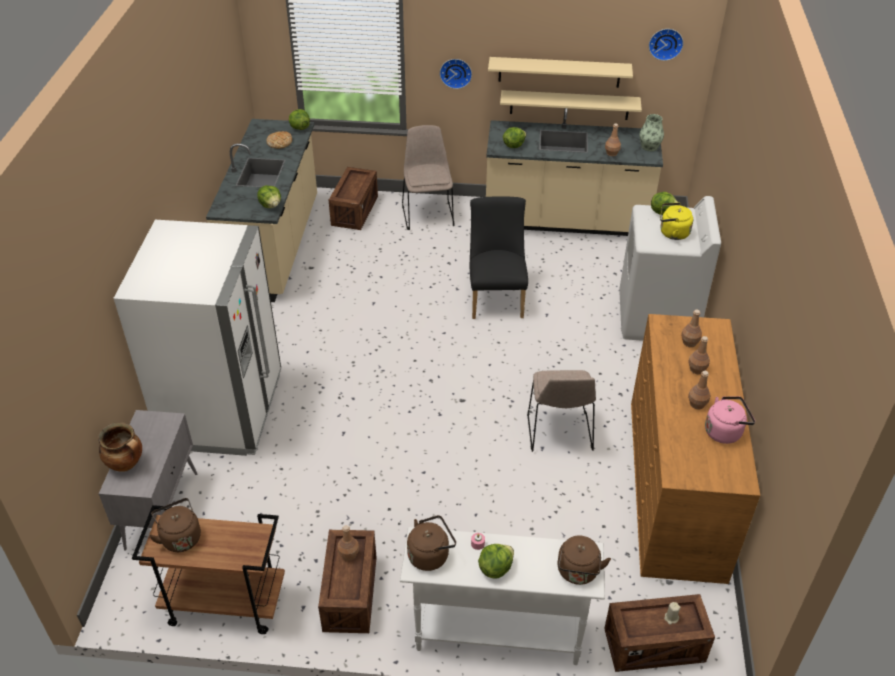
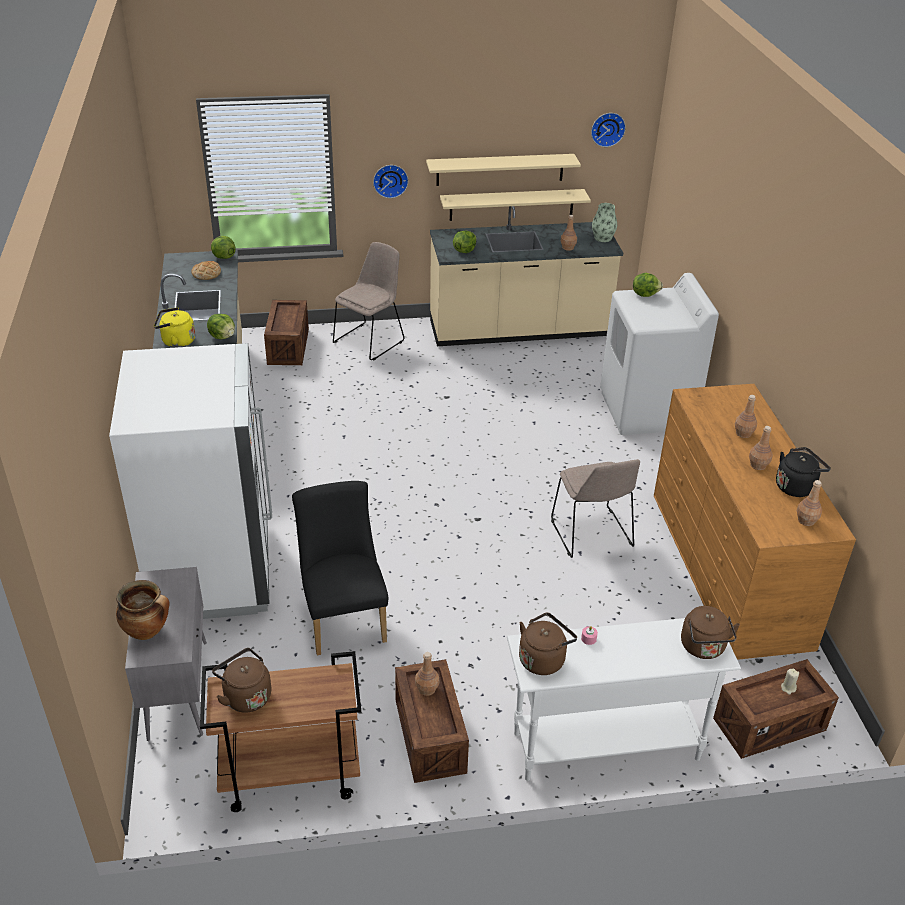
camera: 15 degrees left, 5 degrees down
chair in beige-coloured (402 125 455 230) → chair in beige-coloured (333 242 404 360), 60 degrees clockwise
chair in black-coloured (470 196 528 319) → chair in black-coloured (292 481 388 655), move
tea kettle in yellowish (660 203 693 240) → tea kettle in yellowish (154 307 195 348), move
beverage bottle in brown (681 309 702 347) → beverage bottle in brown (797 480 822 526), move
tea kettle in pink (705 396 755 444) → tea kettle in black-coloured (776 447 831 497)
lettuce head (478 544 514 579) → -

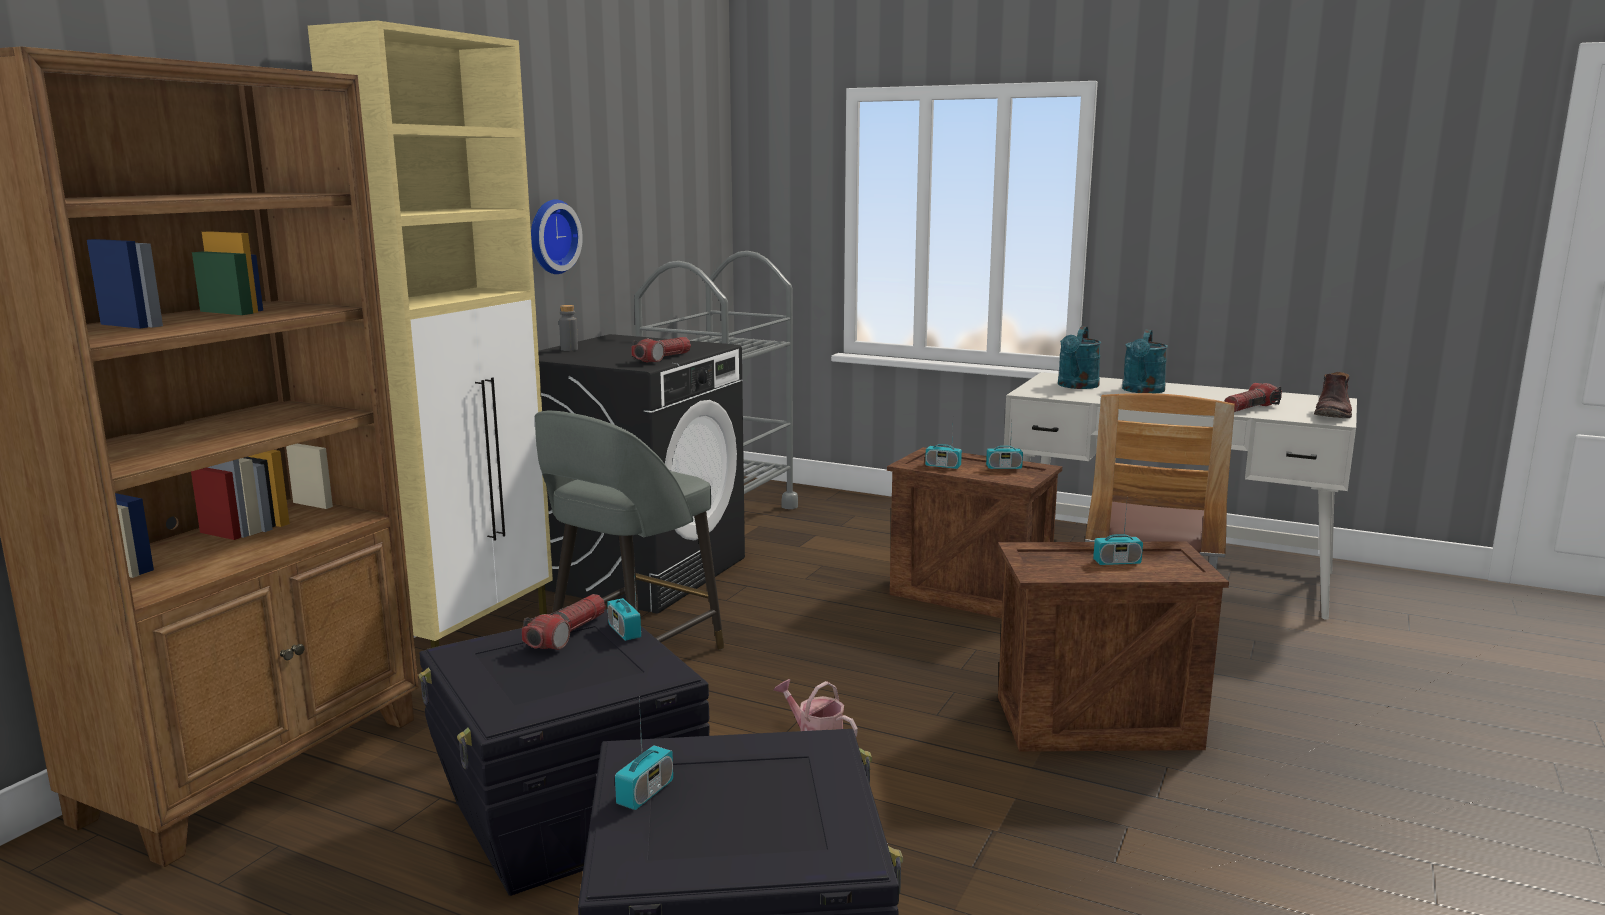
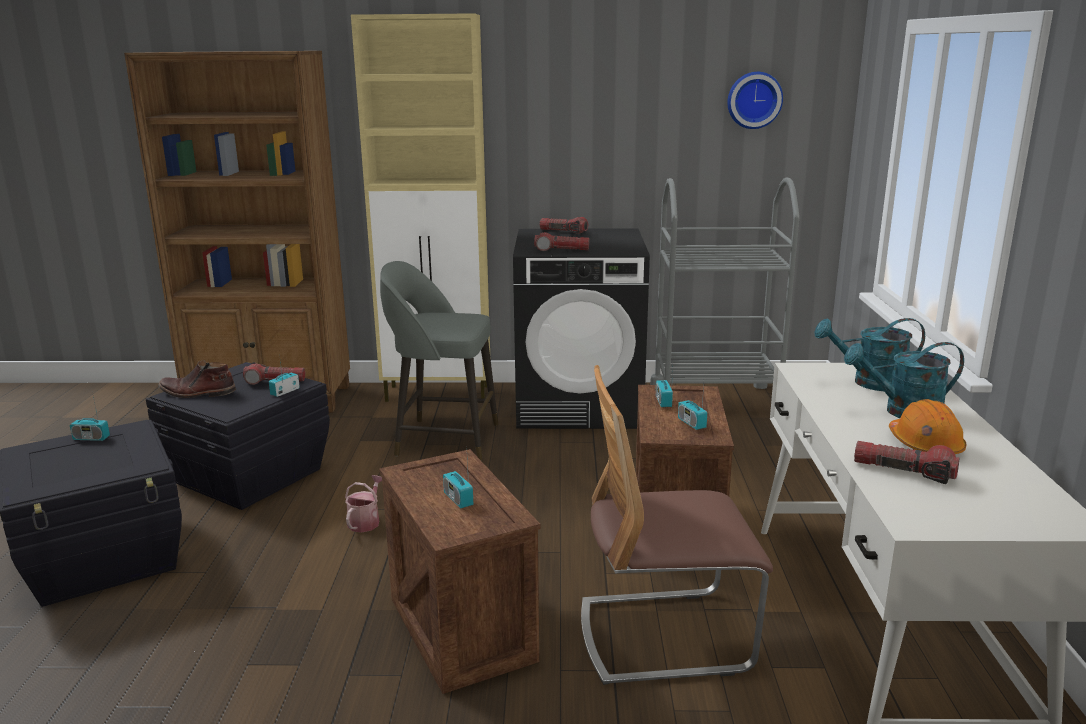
camera: 65 degrees right, 5 degrees up
clock on the wall (531 199 583 274) → clock on the wall (727 72 783 129), move
beverage bottle in grey (559 305 578 351) → torch (539 217 588 234)
boot in brown (1314 372 1352 418) → boot in brown (158 360 236 398), move
- → safety helmet in orange (889 399 966 454)

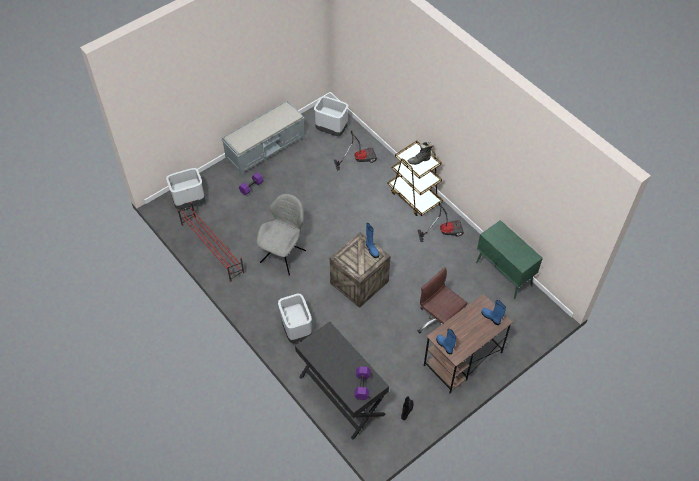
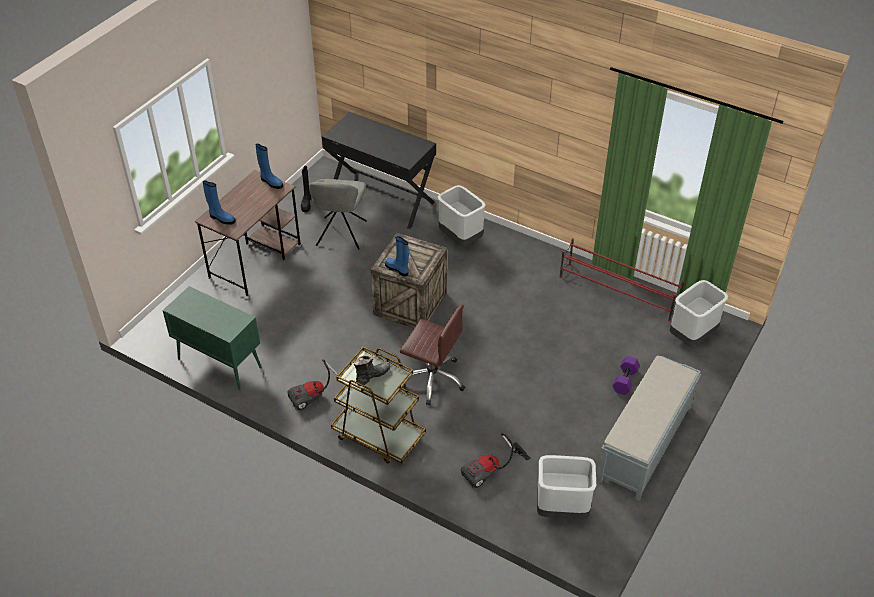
camera: 160 degrees right, 10 degrees down
chair in grey (256 194 306 276) → chair in grey (309 179 367 250), move
office chair in brown (418 267 467 334) → office chair in brown (400 304 465 405), move
hand weight in purple (354 366 371 400) → -

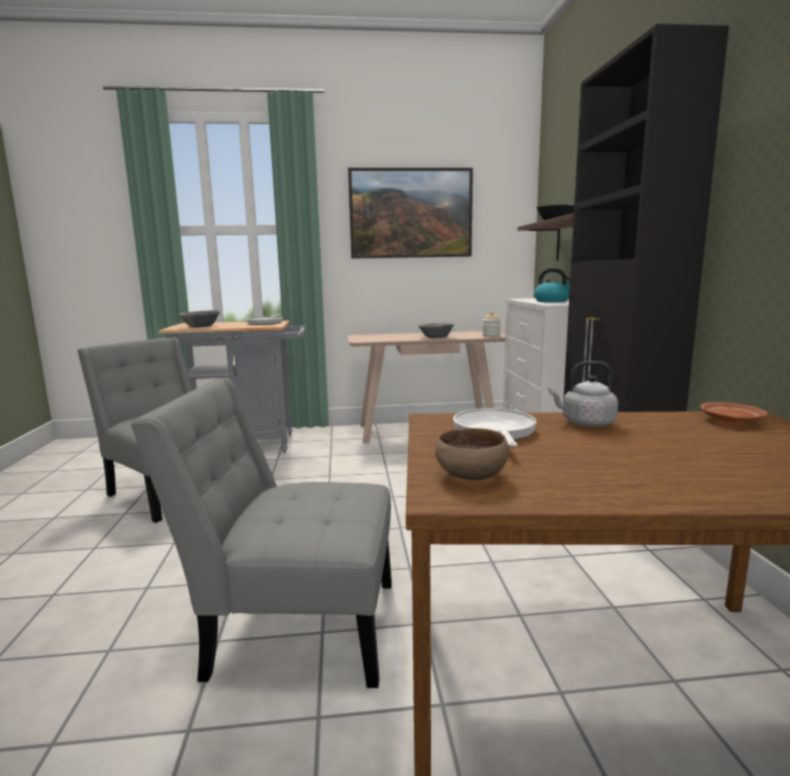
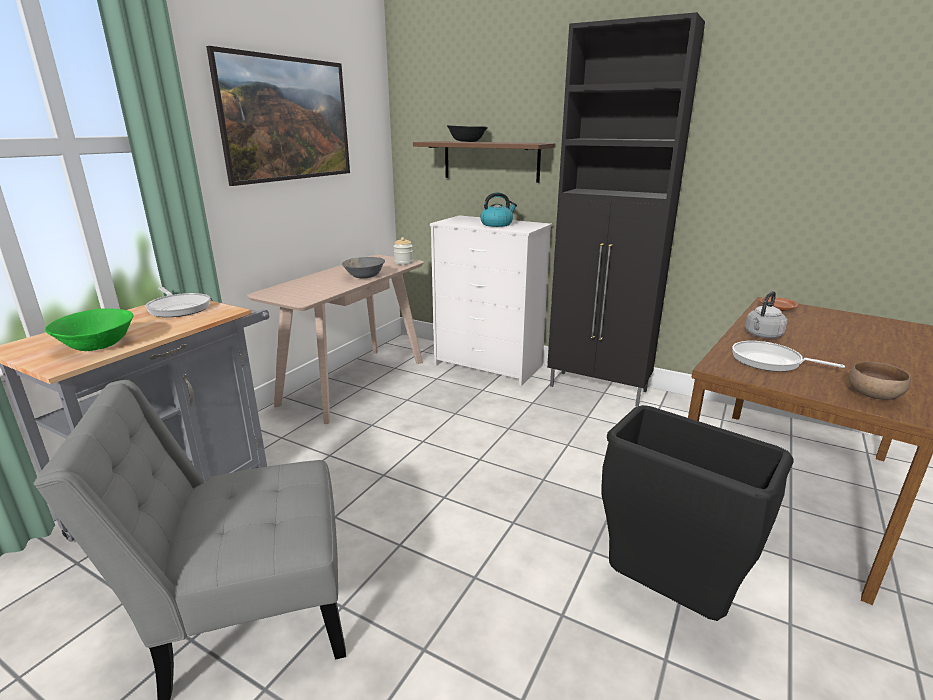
camera: 55 degrees left, 10 degrees up
deep dish in grey (178 310 220 327) → deep dish in greenish (44 308 134 351)
chair in grey (130 378 392 688) → rubbish bin in black-coloured (601 405 793 621)

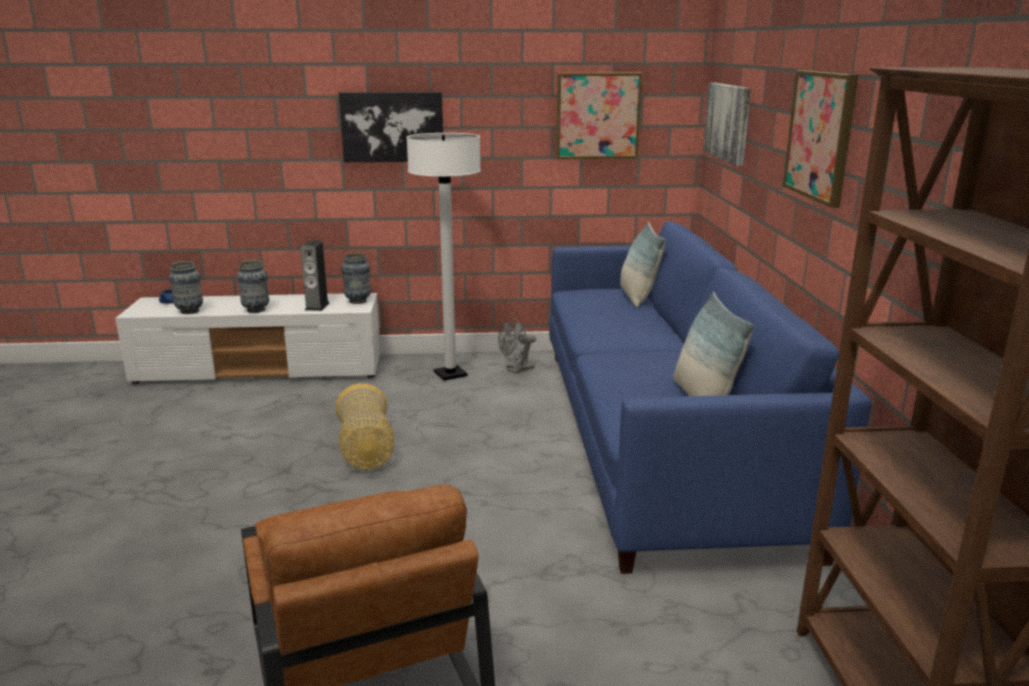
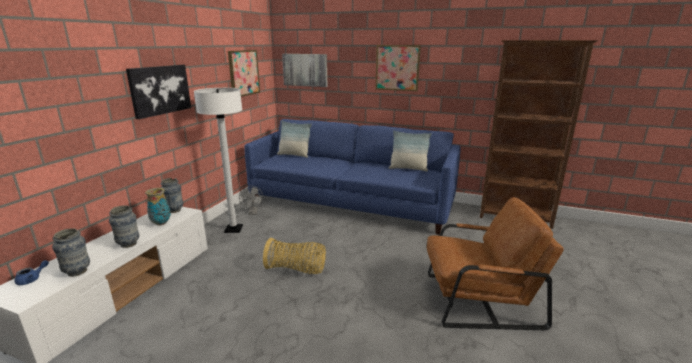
camera: 65 degrees left, 0 degrees up
speaker (300 240 329 311) → flower vase (145 188 171 225)

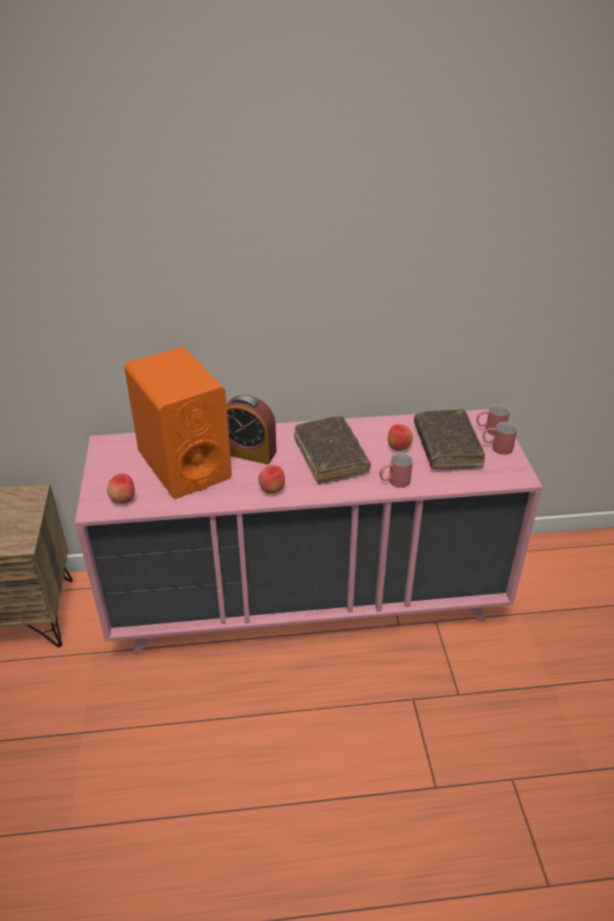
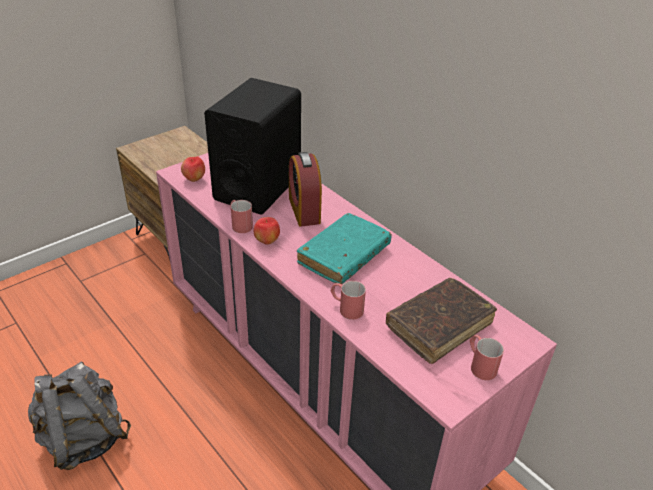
camera: 55 degrees right, 0 degrees up
speaker in orange (124 347 232 499) → speaker in black-coloured (204 78 301 215)
coffee mug in red-coloured (477 404 510 436) → coffee mug in red-coloured (230 200 253 233), move
book in brown (294 416 371 484) → book in turquoise-coloured (297 213 392 284)
whole apple (388 424 413 451) → -
- → rucksack in grey (28 361 131 470)

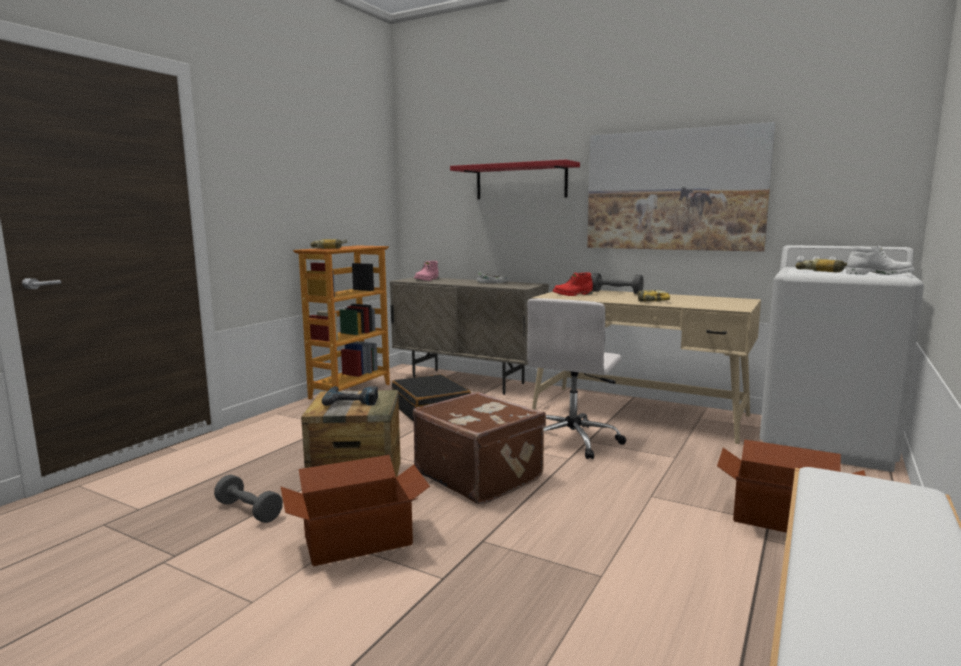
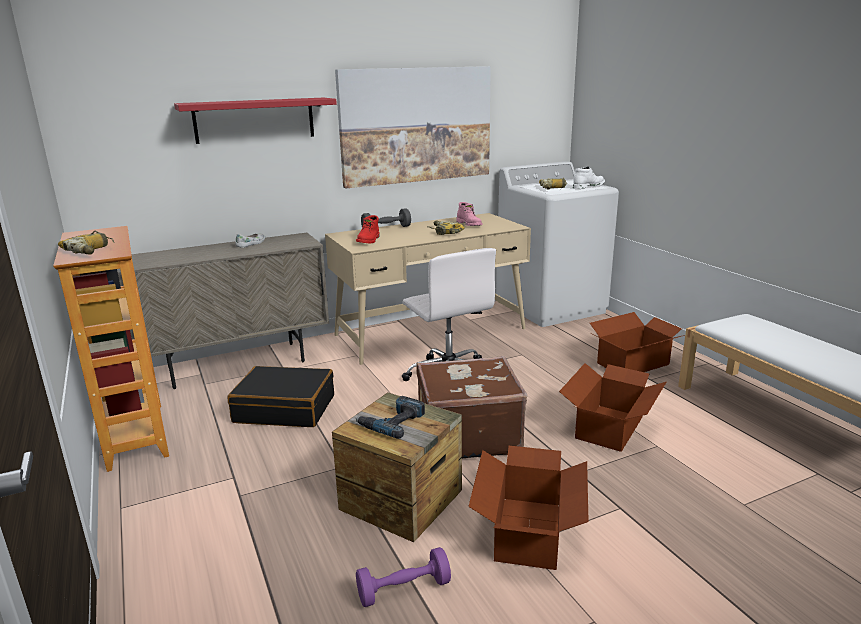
camera: 55 degrees left, 10 degrees up
boot in pink (414 261 439 281) → boot in pink (456 202 482 226), move
hand weight in grey (214 475 283 523) → hand weight in purple (356 547 451 607)
- → carton (559 363 666 452)

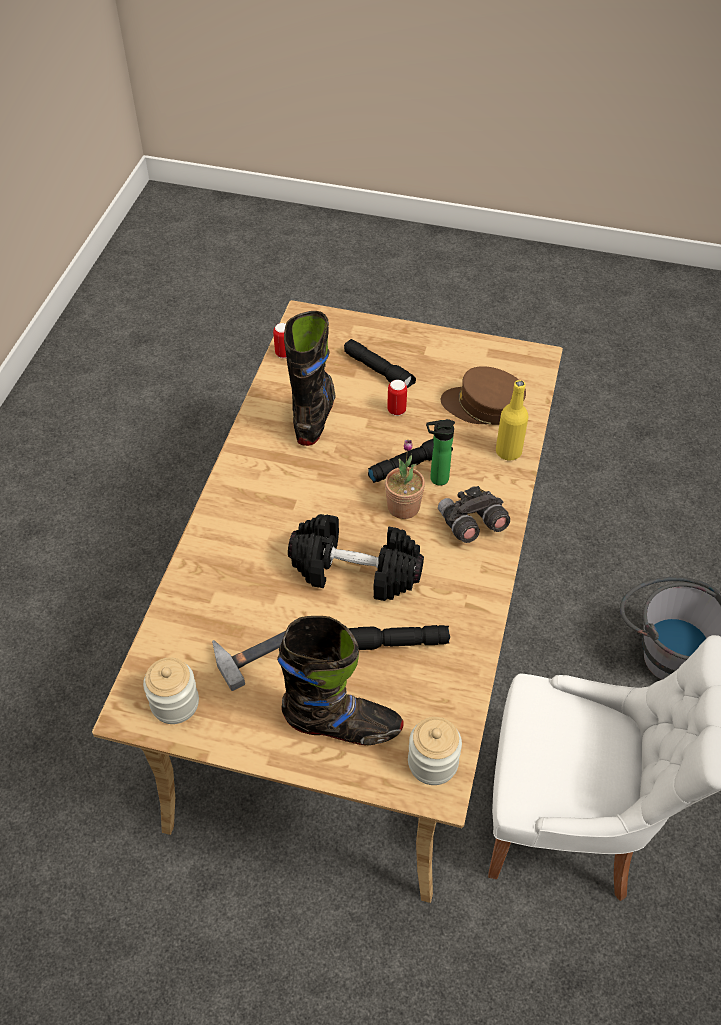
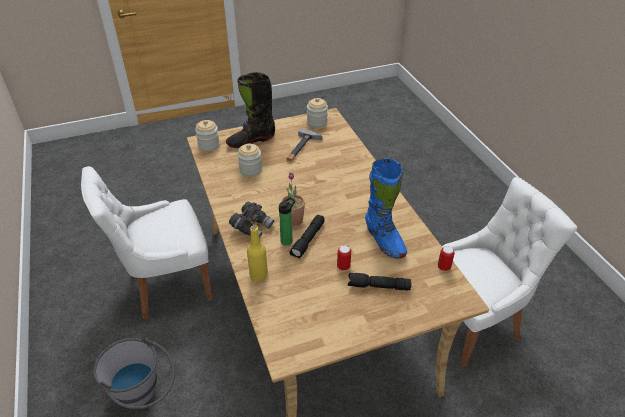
camera: 145 degrees right, 10 degrees down
boot in black-coloured (284 311 336 446) → boot in blue-coloured (365 158 407 259)
baseball cap in brown (441 366 526 425) → -
hand weight in black-coloured (288 514 424 601) → -
torch in black-coloured (348 625 450 650) → jar (238 144 262 177)
- → chair in white-coloured (442 177 577 367)

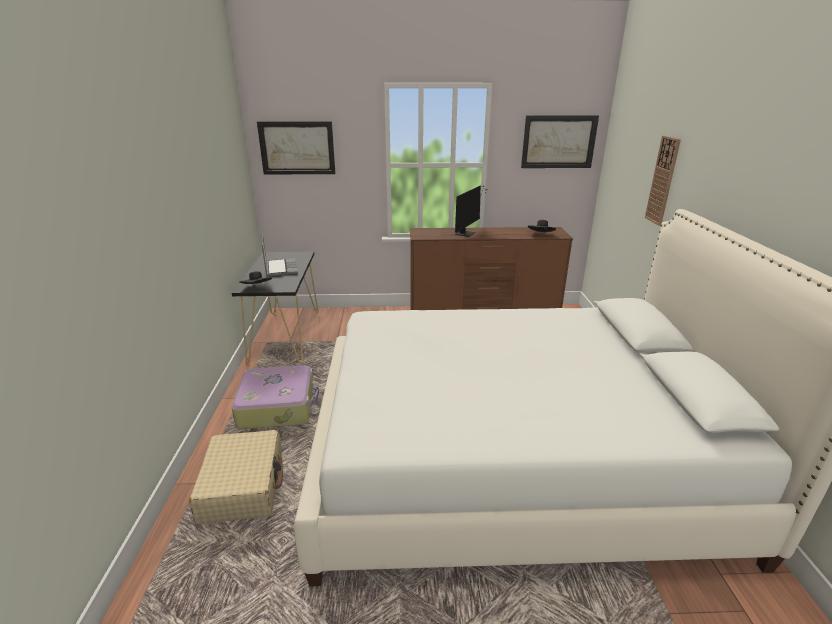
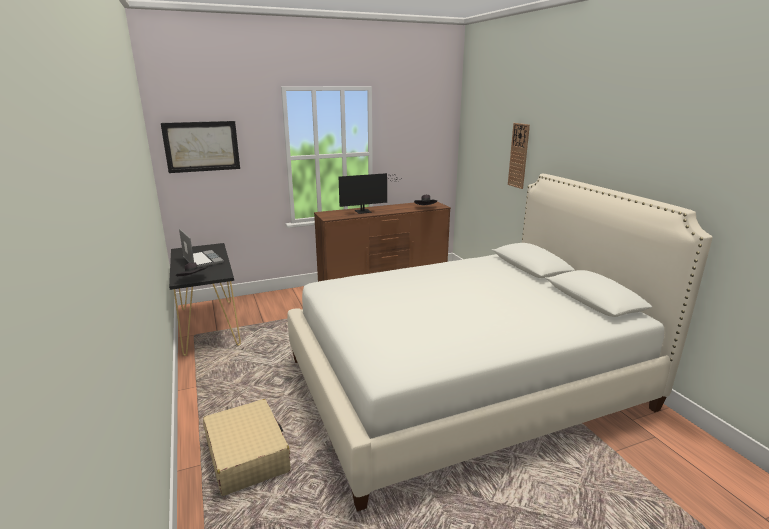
camera: 20 degrees left, 5 degrees down
wall art (521 115 599 168) → -
computer screen (455 185 486 237) → computer screen (339 173 401 214), 60 degrees clockwise
suitcase (232 365 319 429) → -

